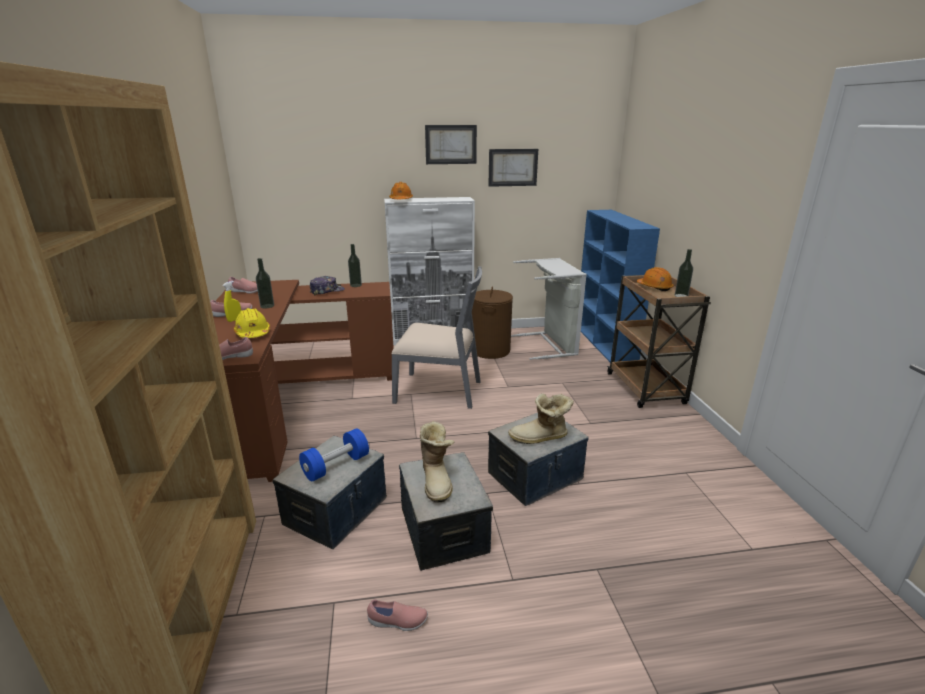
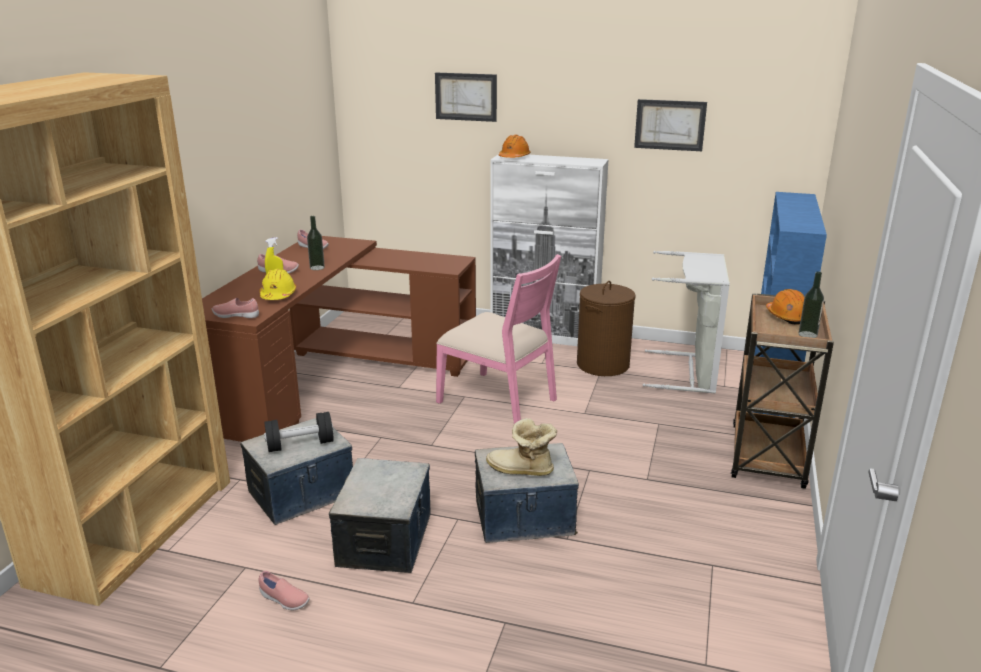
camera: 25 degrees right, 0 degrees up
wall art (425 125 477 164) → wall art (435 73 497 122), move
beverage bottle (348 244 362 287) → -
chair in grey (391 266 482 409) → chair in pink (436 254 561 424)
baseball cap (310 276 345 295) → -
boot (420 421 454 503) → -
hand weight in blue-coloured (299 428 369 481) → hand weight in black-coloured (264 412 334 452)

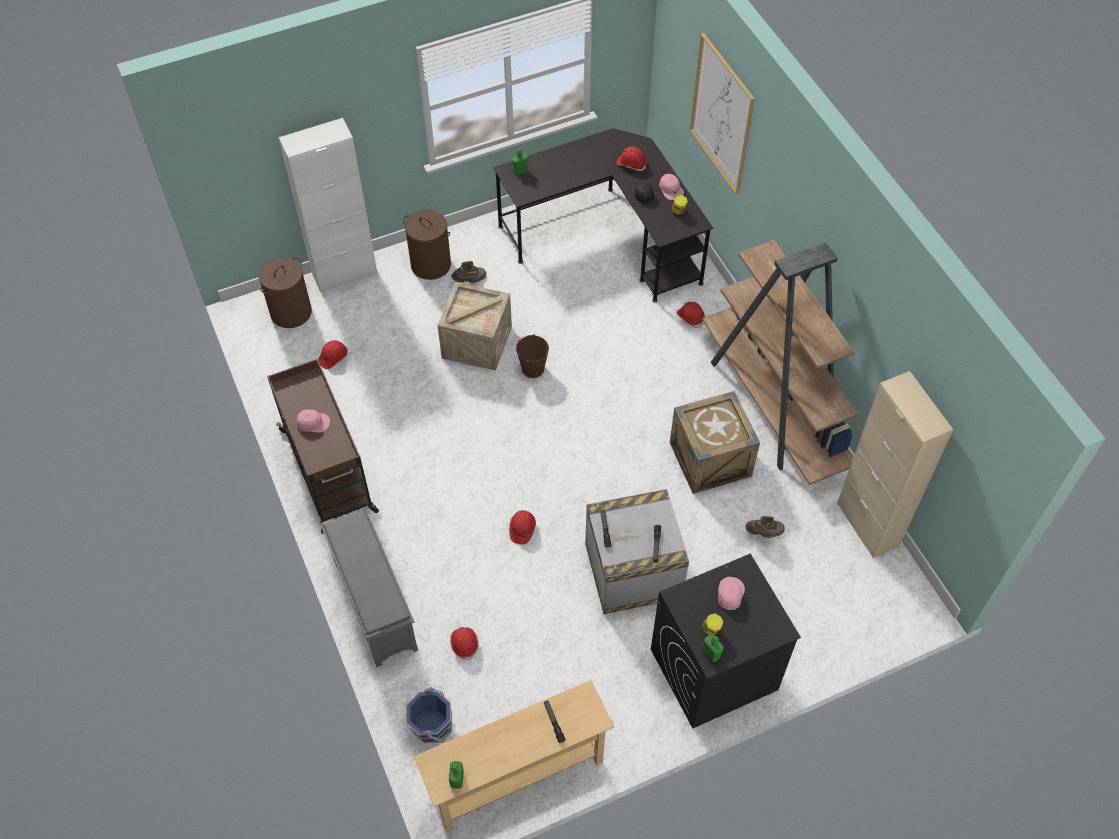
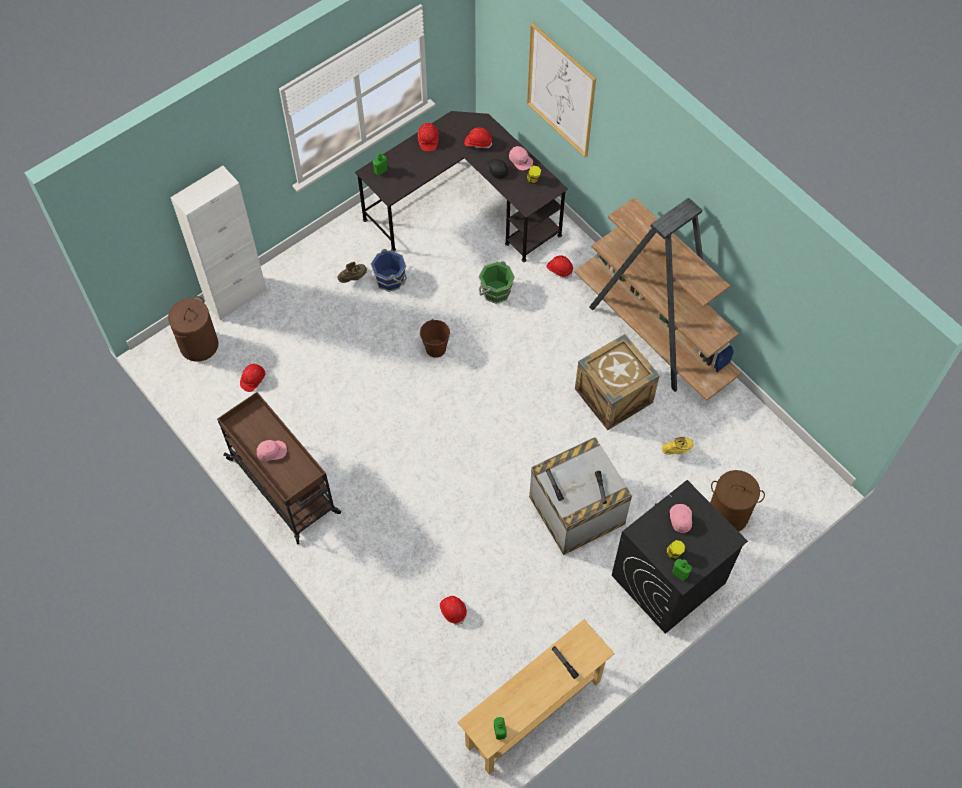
camera: 15 degrees left, 5 degrees up
laundry basket in brown (403 209 451 280) → laundry basket in brown (710 470 765 532), move
crate (438 282 512 371) → -
cupboard in beige-coloured (837 371 953 558) → -
shoe shelf in grey (320 508 418 667) → -
safety helmet in red-coloured (509 510 536 545) → safety helmet in red-coloured (417 123 439 151), move
boot in brown (745 516 785 538) → boot in yellowish (662 437 694 454)
pail in blue-coloured (406 687 452 743) → pail in blue-coloured (371 249 407 292), move
- → pail in greenish (479 261 515 304)

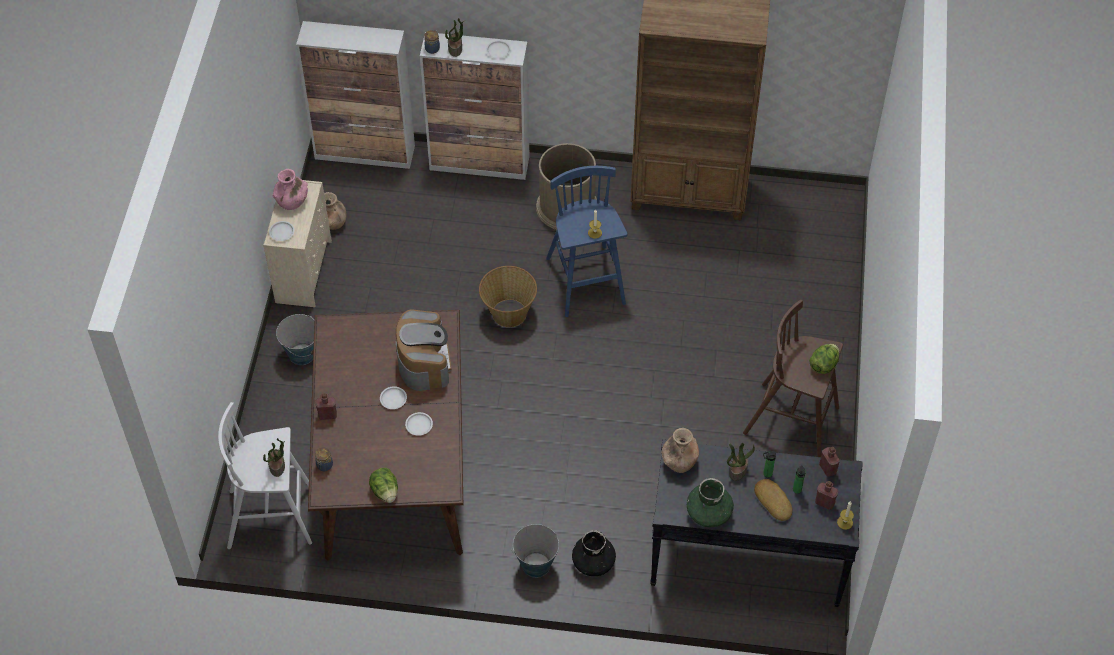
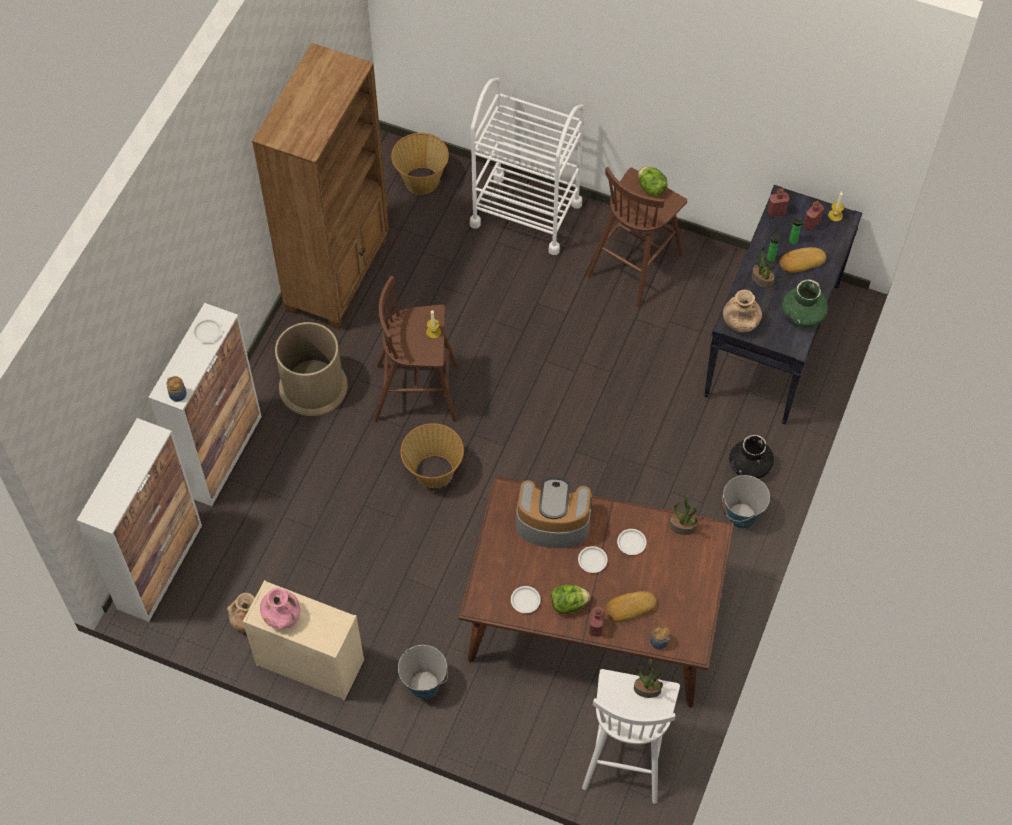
camera: 75 degrees left, 5 degrees up
potted plant (445 18 464 57) → potted plant (670 495 697 535), move
stool in blue-coloured (546 166 628 317) → stool in brown (374 276 458 422)
plate in white-coloured (269 221 294 241) → plate in white-coloured (511 586 541 613), move
lettuce head (369 468 398 503) → lettuce head (551 584 590 614), move
- → cart in white-coloured (470 78 584 255)
- → storage basket (391 133 449 194)
- → baked bread (605 591 657 622)

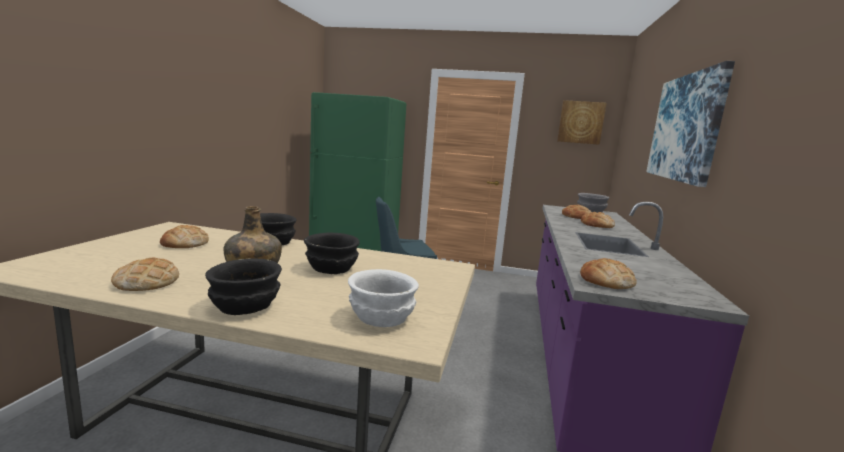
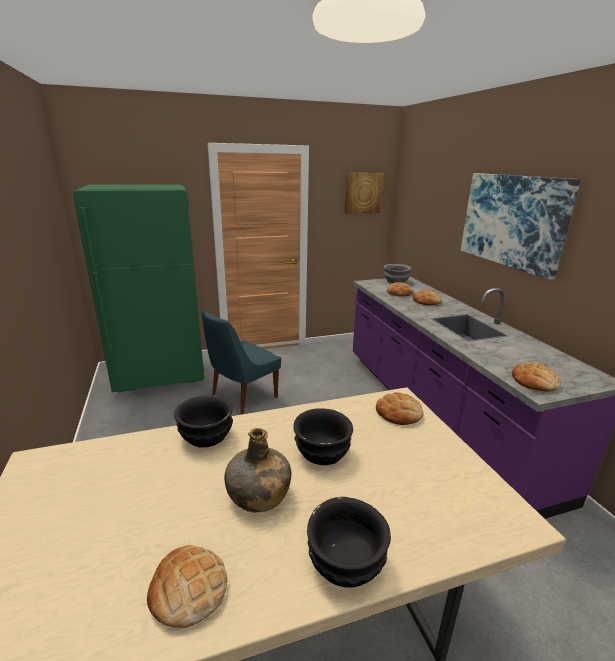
camera: 30 degrees left, 10 degrees up
baked bread (160 225 209 248) → baked bread (376 392 424 425), move
deep dish in white-coloured (348 269 419 327) → -

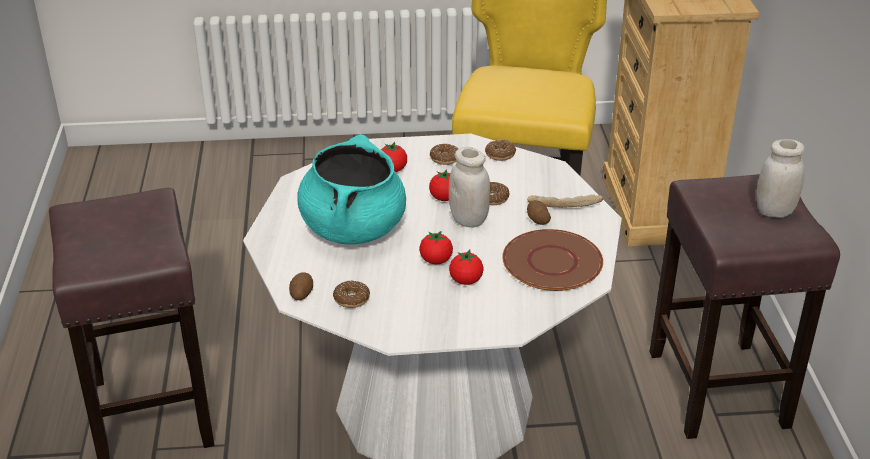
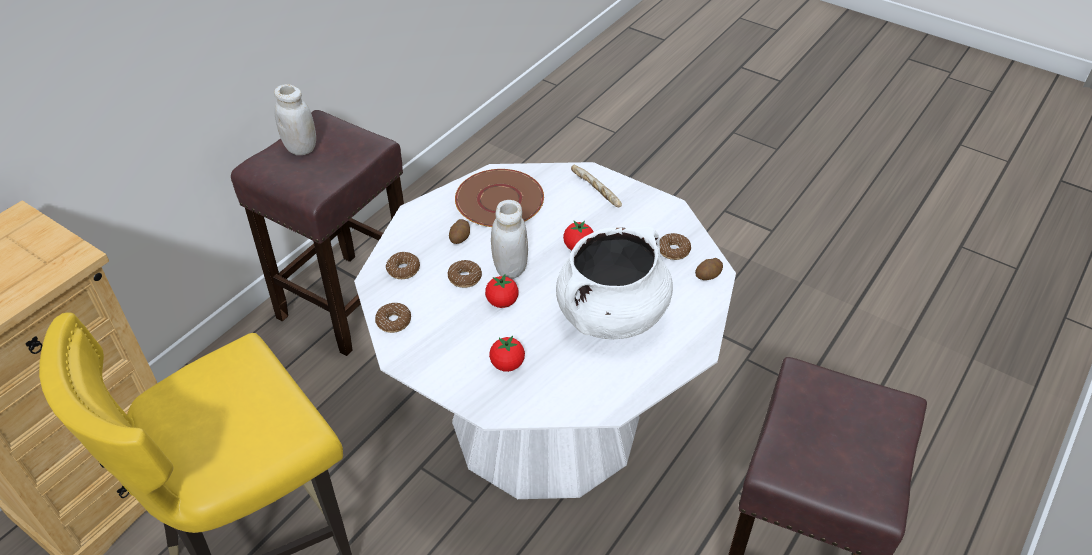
camera: 140 degrees left, 10 degrees up
cooking pot in turquoise-coloured (297 134 406 244) → cooking pot in white-coloured (556 226 673 339)
ring doughnut (430 144 458 165) → ring doughnut (386 252 420 279), move
baked bread (527 195 603 208) → baked bread (571 165 622 207), move
tomato (449 250 484 285) → -

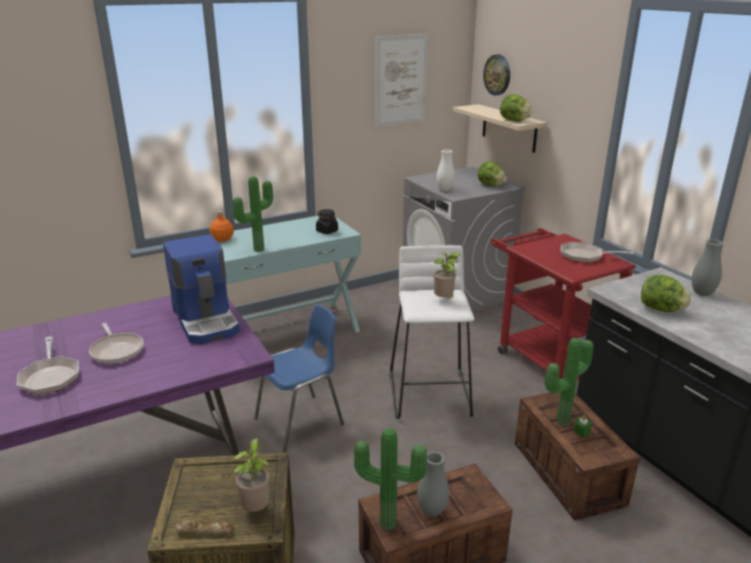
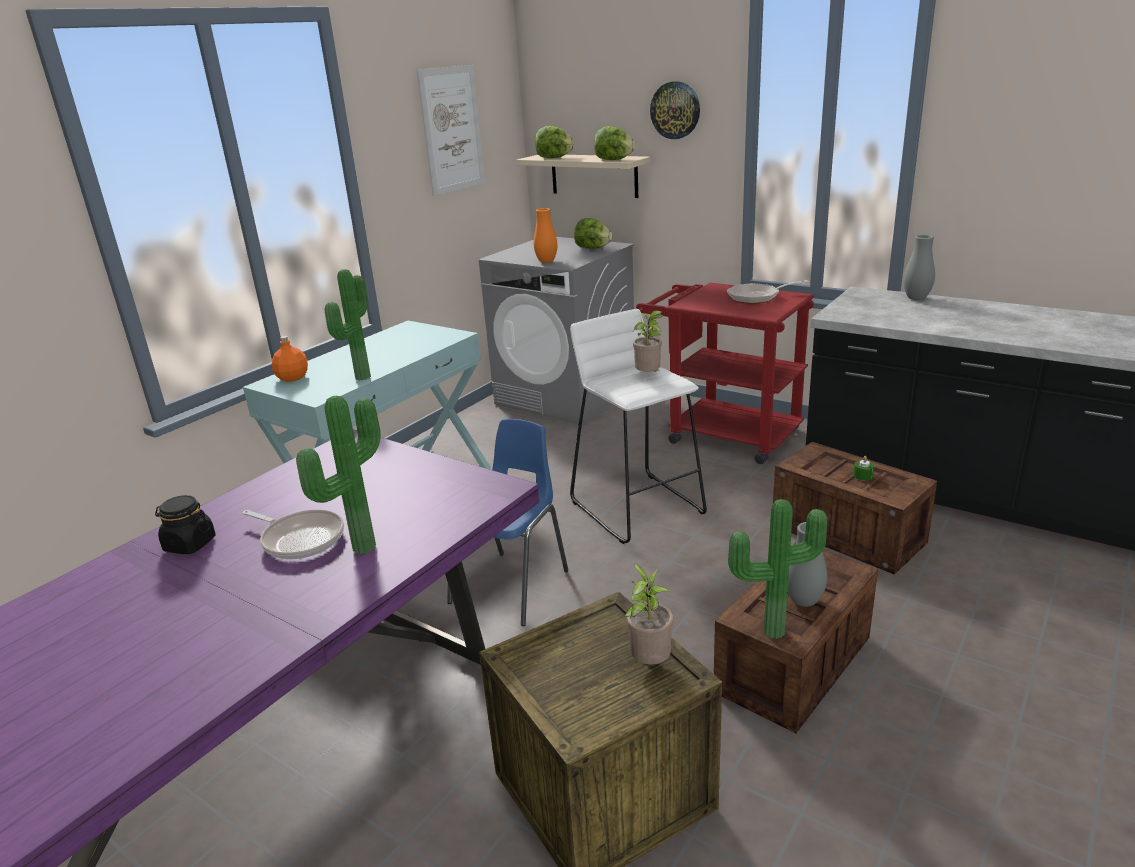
camera: 25 degrees left, 0 degrees up
clock on the wall (483 54 510 96) → clock on the wall (650 81 700 139), move
flower vase in white-coloured (437 150 455 191) → flower vase in orange (533 208 557 263)
jar in black-coloured (316 209 338 234) → jar in black-coloured (155 495 216 554), move
coffee machine (163 234 240 344) → -
lettuce head (641 275 691 312) → lettuce head (535 126 574 158), move
skillet (17 336 79 395) → -
potted plant (545 338 593 425) → potted plant (296 396 381 554), move
baked bread (175 519 235 535) → -

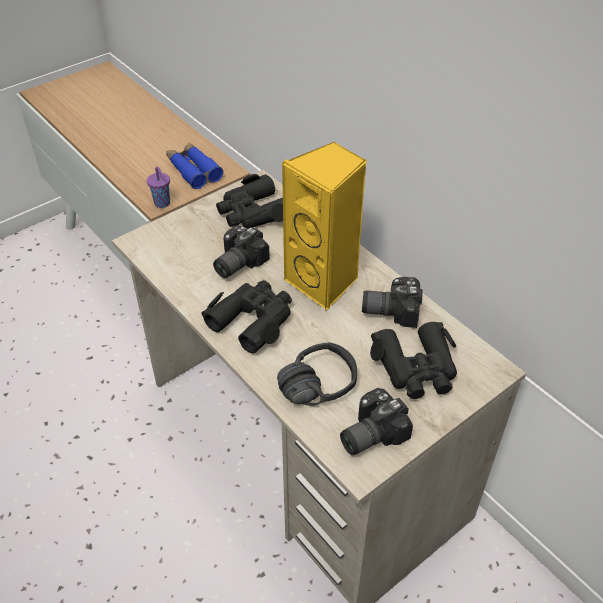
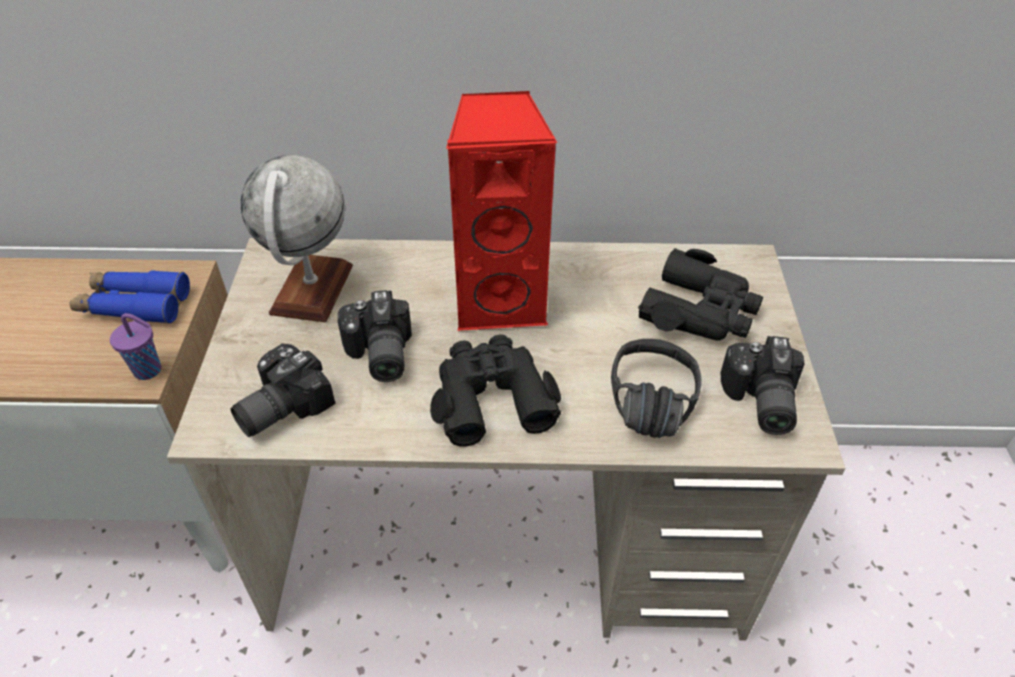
camera: 50 degrees left, 0 degrees up
speaker in yellowish (281 142 367 310) → speaker in red-coloured (446 91 557 331)
binoculars in black-coloured (216 174 283 229) → desk globe (241 155 353 322)
photo camera (362 277 422 328) → photo camera (230 344 335 437), move

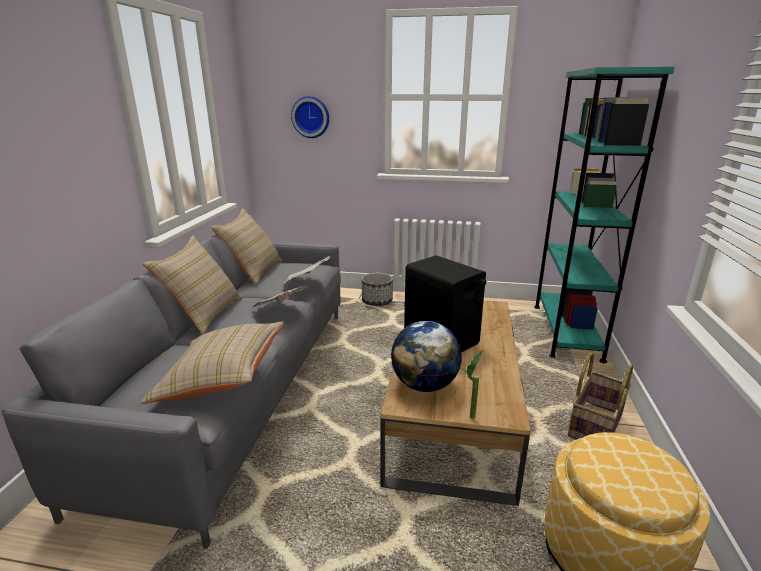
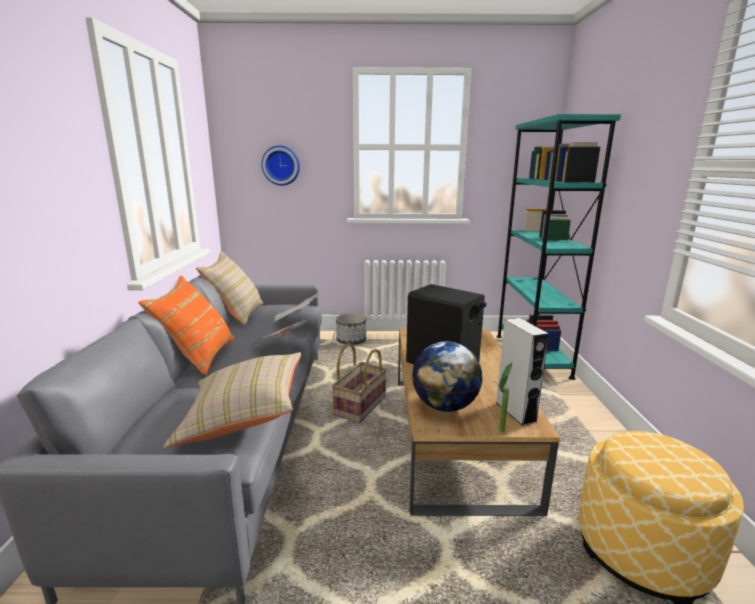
camera: 10 degrees left, 5 degrees down
pillow in beige-coloured (143 235 243 334) → pillow in orange (138 275 235 375)
storage basket (568 352 633 439) → storage basket (332 343 387 423), move
- → speaker in grey (495 318 549 426)

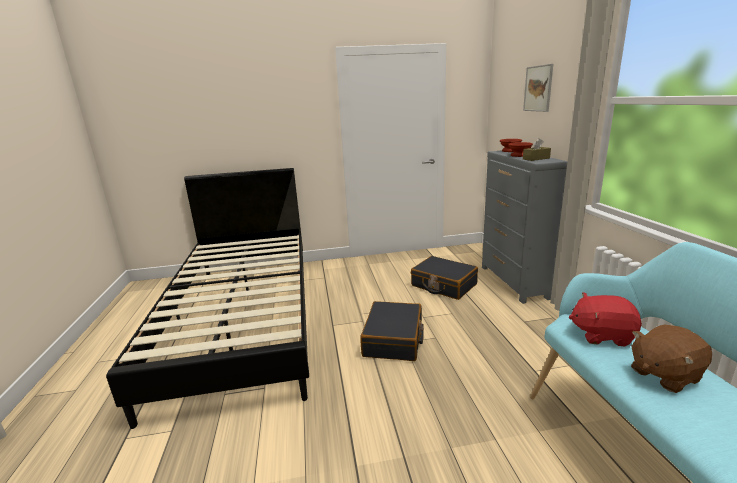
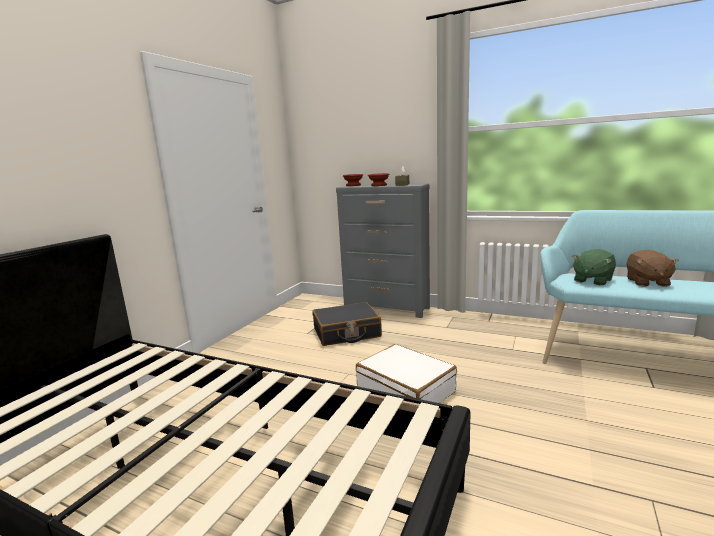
camera: 55 degrees left, 5 degrees down
wall art (523 64 553 112) → -
soft toy in red-coloured (569 292 642 346) → soft toy in greenish (572 249 616 286)
suitcase in black-coloured (360 301 424 361) → suitcase in white-coloured (356 344 457 403)

